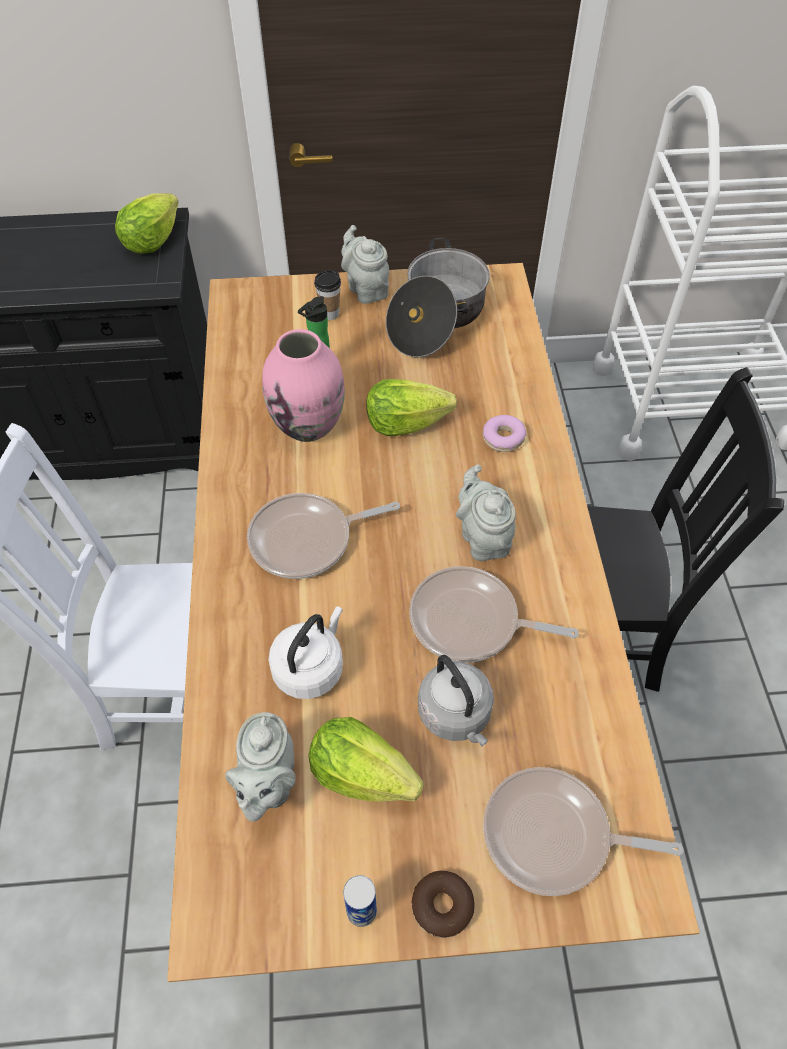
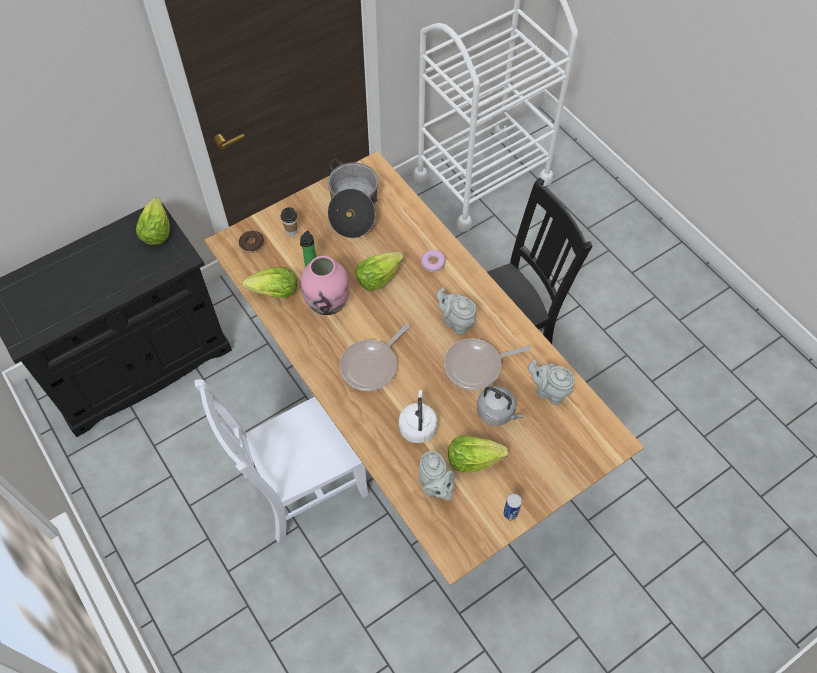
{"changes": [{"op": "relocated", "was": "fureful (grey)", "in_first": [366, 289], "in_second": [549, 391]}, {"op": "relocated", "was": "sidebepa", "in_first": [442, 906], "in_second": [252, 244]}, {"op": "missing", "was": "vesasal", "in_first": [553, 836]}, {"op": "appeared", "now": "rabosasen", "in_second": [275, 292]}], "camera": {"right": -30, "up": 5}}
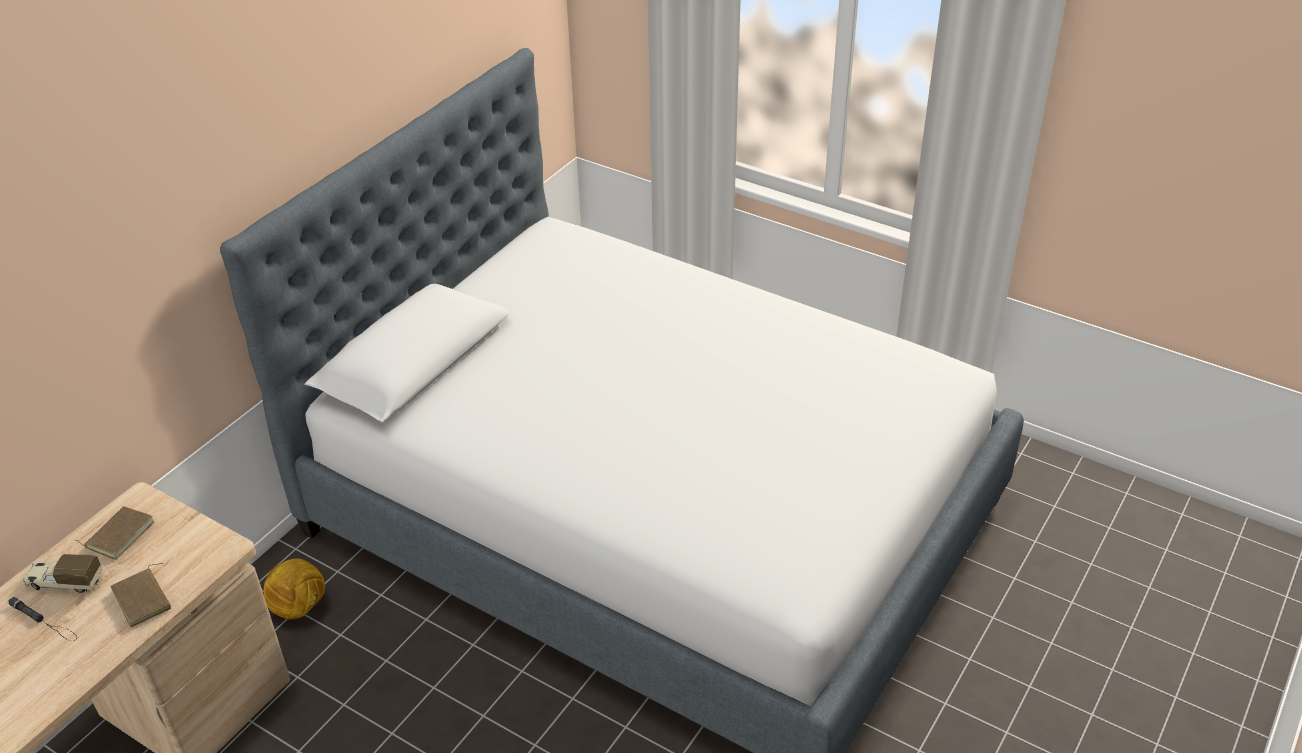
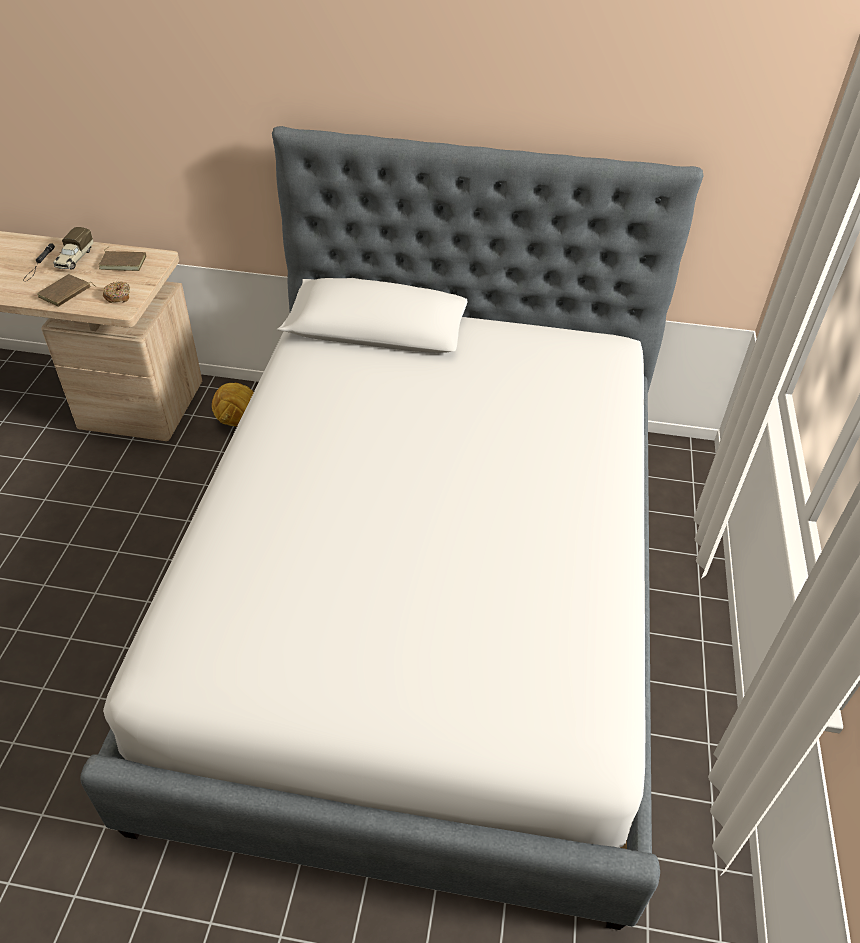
{"changes": [{"op": "spun", "was": "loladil", "in_first": [65, 582], "in_second": [74, 259], "clockwise": -150}, {"op": "appeared", "now": "sidebepa", "in_second": [118, 296]}], "camera": {"right": 65, "up": 5}}
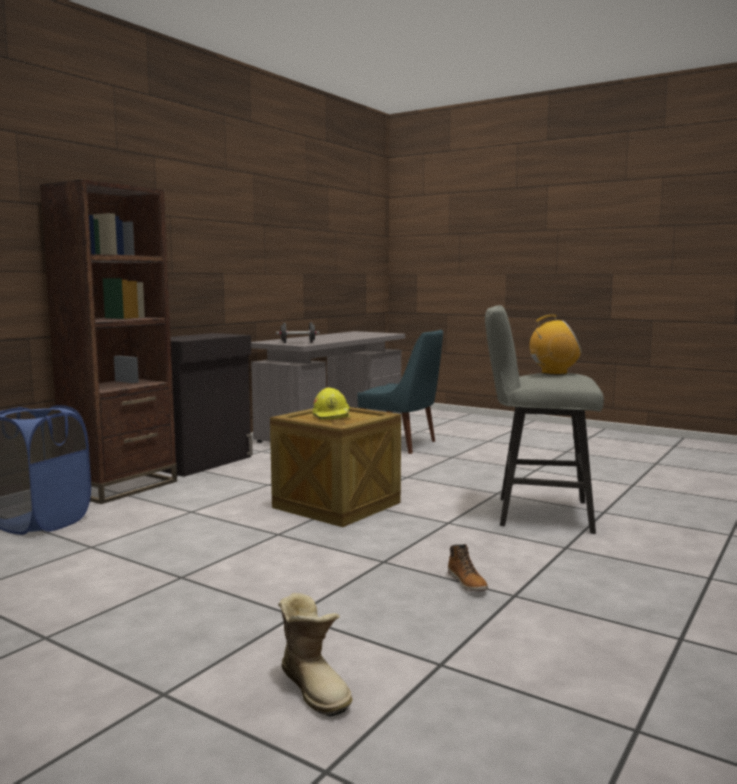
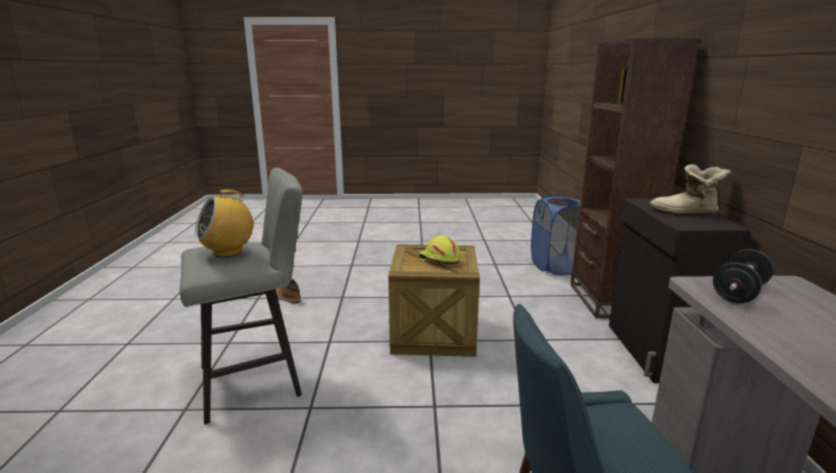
{"changes": [{"op": "relocated", "was": "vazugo", "in_first": [316, 687], "in_second": [685, 213]}], "camera": {"right": 145, "up": 10}}
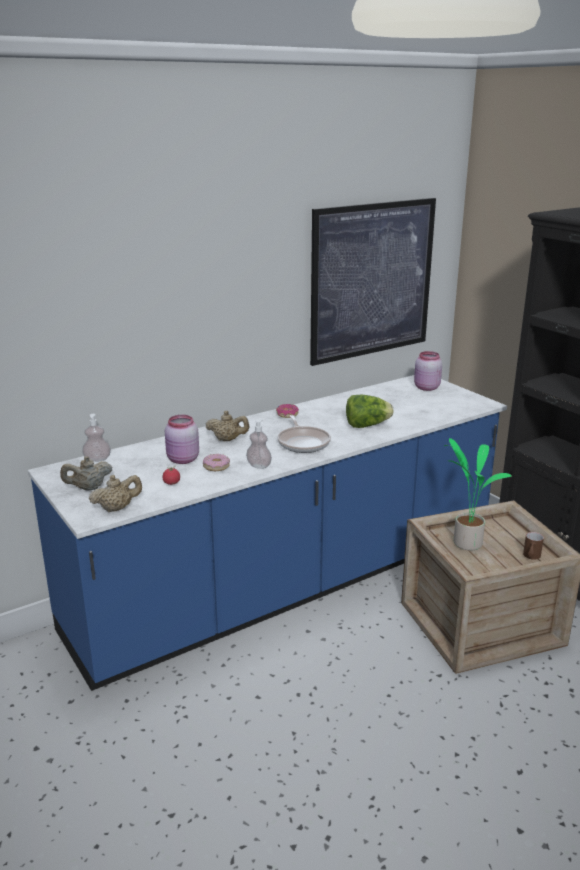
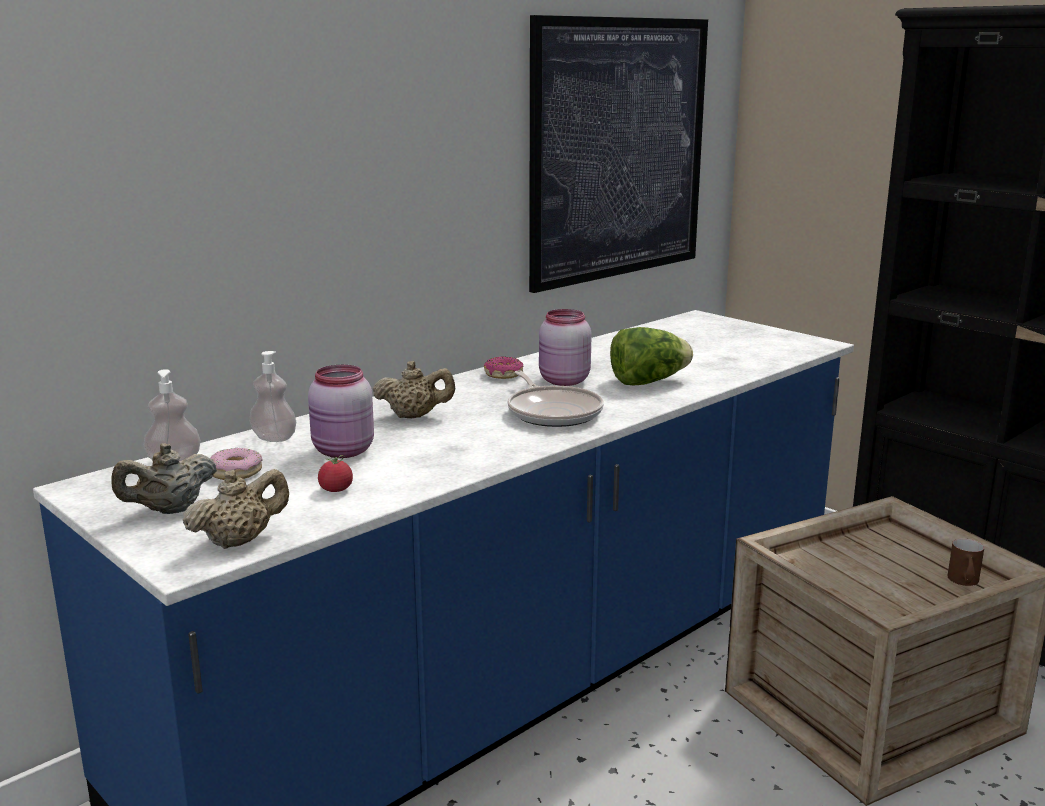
{"changes": [{"op": "relocated", "was": "sidebepa", "in_first": [216, 466], "in_second": [235, 472]}, {"op": "relocated", "was": "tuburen", "in_first": [259, 466], "in_second": [274, 438]}, {"op": "relocated", "was": "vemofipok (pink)", "in_first": [426, 388], "in_second": [563, 381]}, {"op": "missing", "was": "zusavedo", "in_first": [466, 542]}], "camera": {"right": -10, "up": -5}}
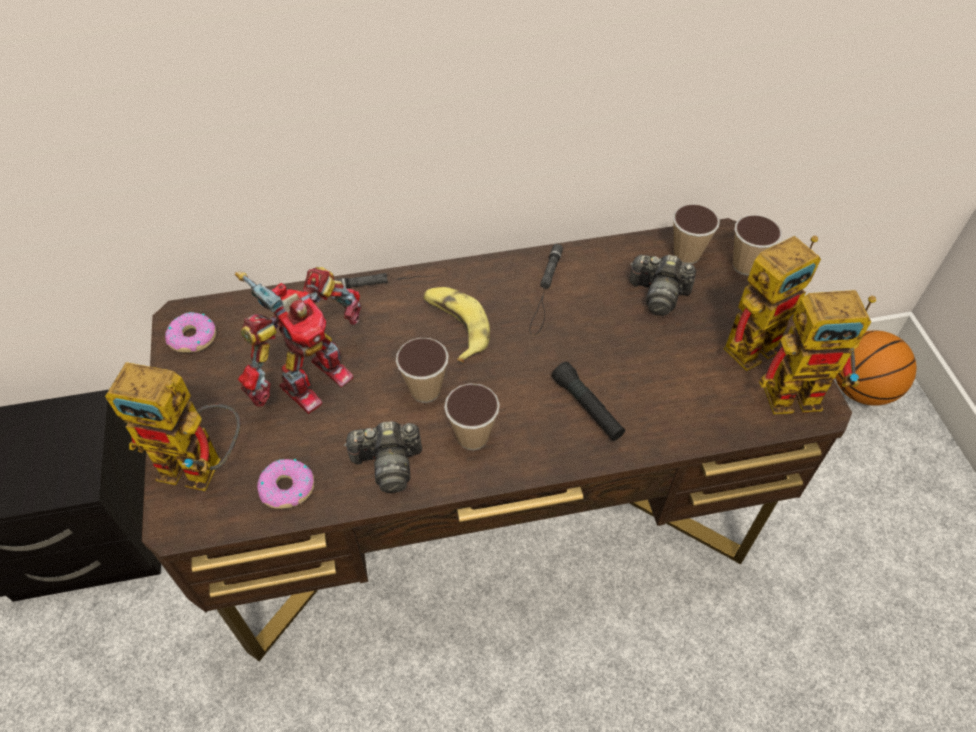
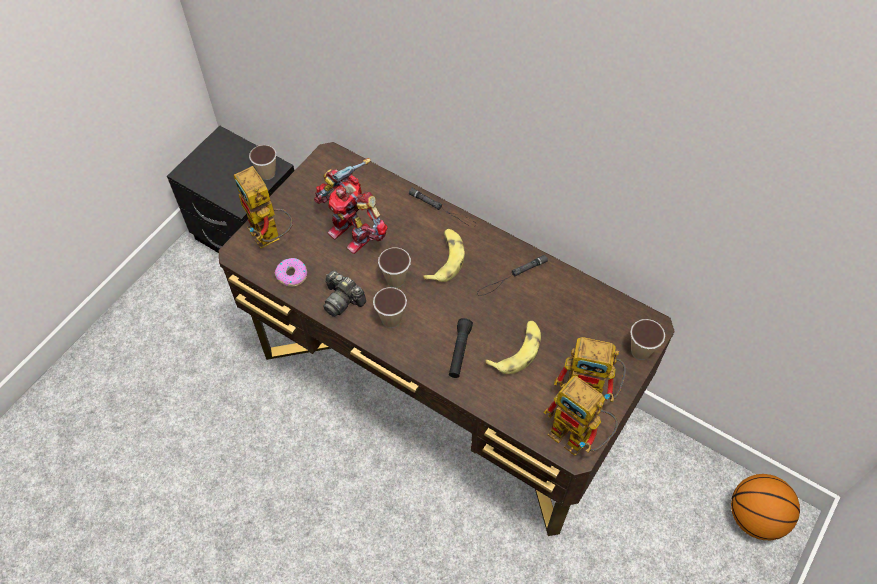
{"changes": [{"op": "missing", "was": "sidebepa", "in_first": [193, 338]}, {"op": "spun", "was": "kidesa", "in_first": [312, 379], "in_second": [353, 233], "clockwise": 45}, {"op": "missing", "was": "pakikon", "in_first": [659, 294]}, {"op": "relocated", "was": "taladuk", "in_first": [686, 255], "in_second": [267, 173]}, {"op": "appeared", "now": "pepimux", "in_second": [517, 350]}], "camera": {"right": 45, "up": 5}}
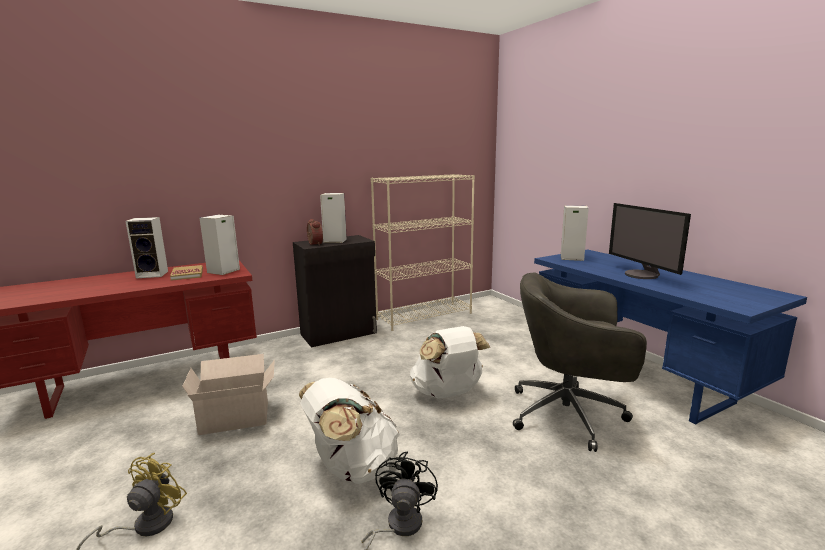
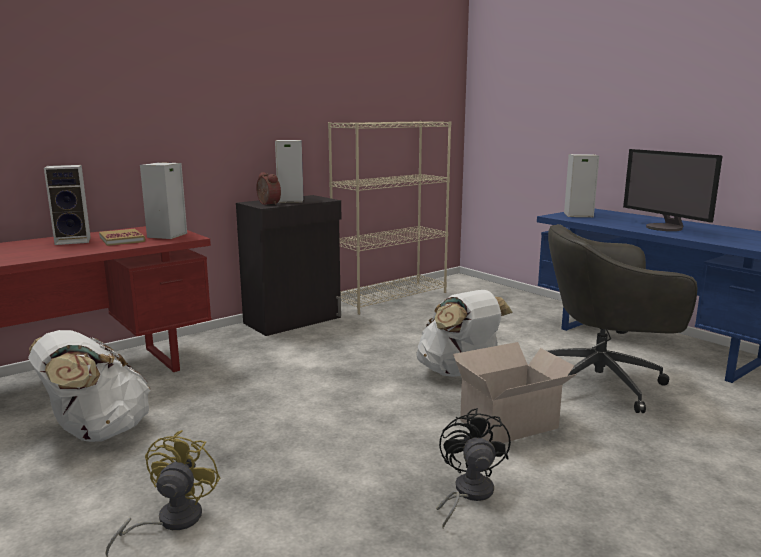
{"changes": [{"op": "relocated", "was": "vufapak", "in_first": [237, 418], "in_second": [511, 424]}, {"op": "relocated", "was": "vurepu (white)", "in_first": [352, 468], "in_second": [97, 432]}], "camera": {"right": -10, "up": 0}}
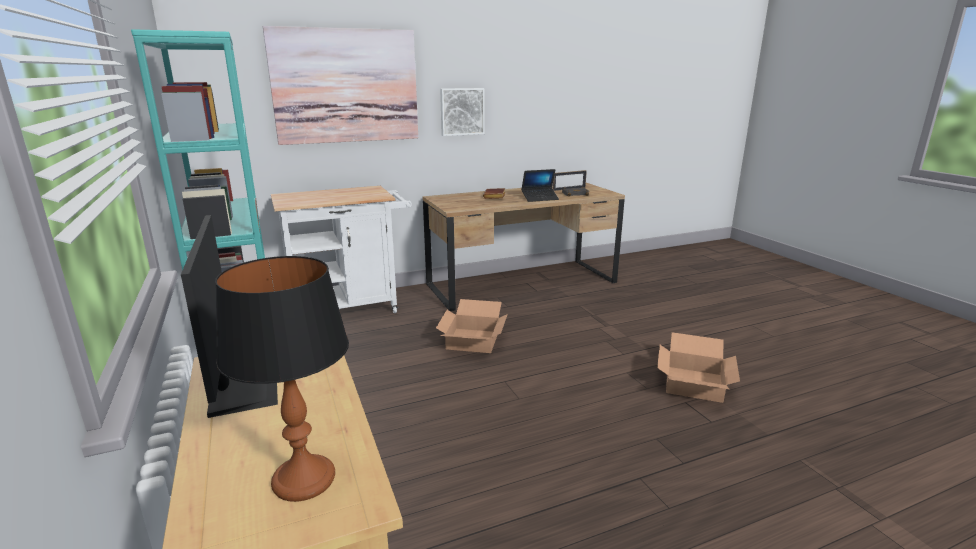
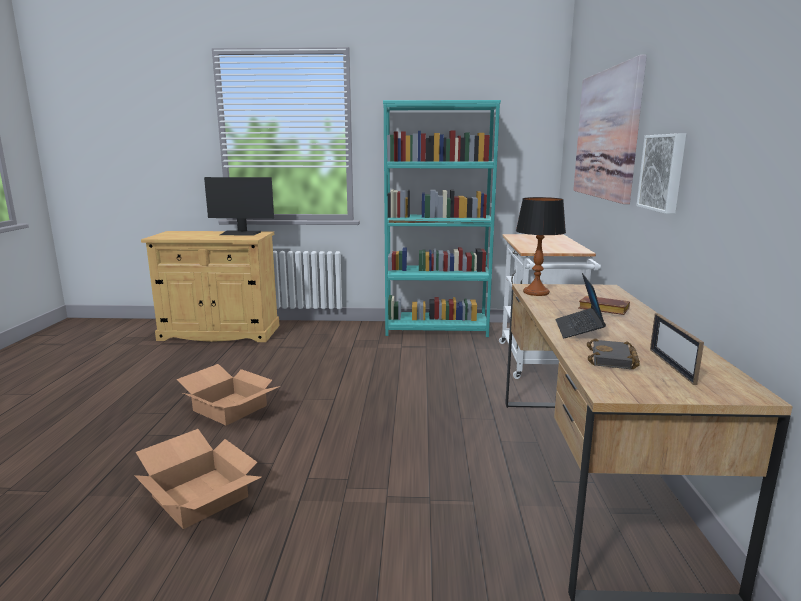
{"changes": [{"op": "relocated", "was": "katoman", "in_first": [303, 480], "in_second": [535, 292]}, {"op": "relocated", "was": "vufapak", "in_first": [473, 340], "in_second": [228, 408]}], "camera": {"right": 115, "up": -5}}
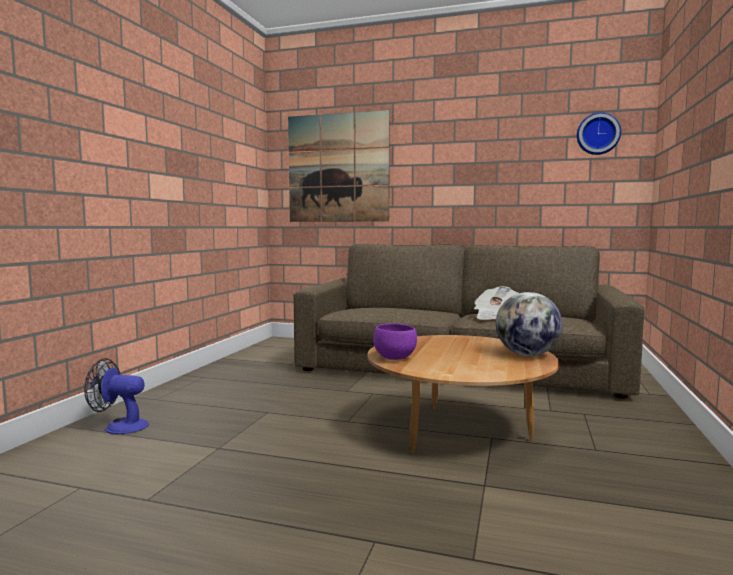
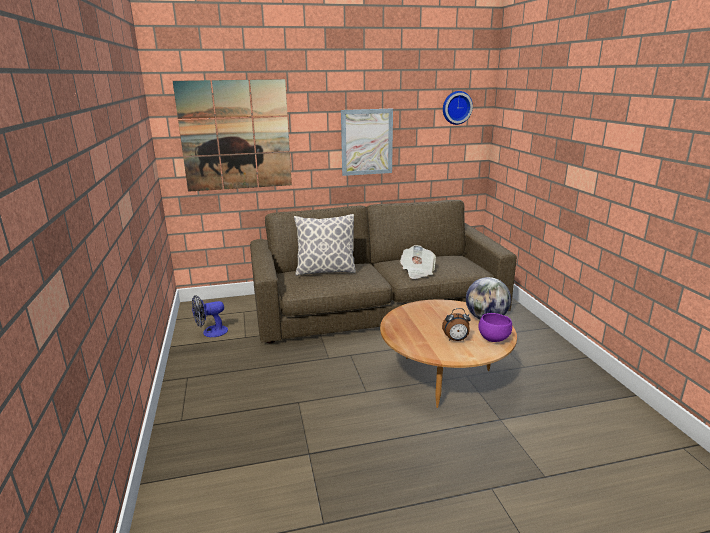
{"changes": [{"op": "relocated", "was": "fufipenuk", "in_first": [119, 426], "in_second": [210, 332]}, {"op": "relocated", "was": "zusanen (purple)", "in_first": [395, 358], "in_second": [493, 339]}, {"op": "appeared", "now": "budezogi", "in_second": [325, 271]}, {"op": "appeared", "now": "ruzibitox", "in_second": [367, 142]}, {"op": "appeared", "now": "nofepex", "in_second": [456, 340]}], "camera": {"right": -30, "up": 15}}
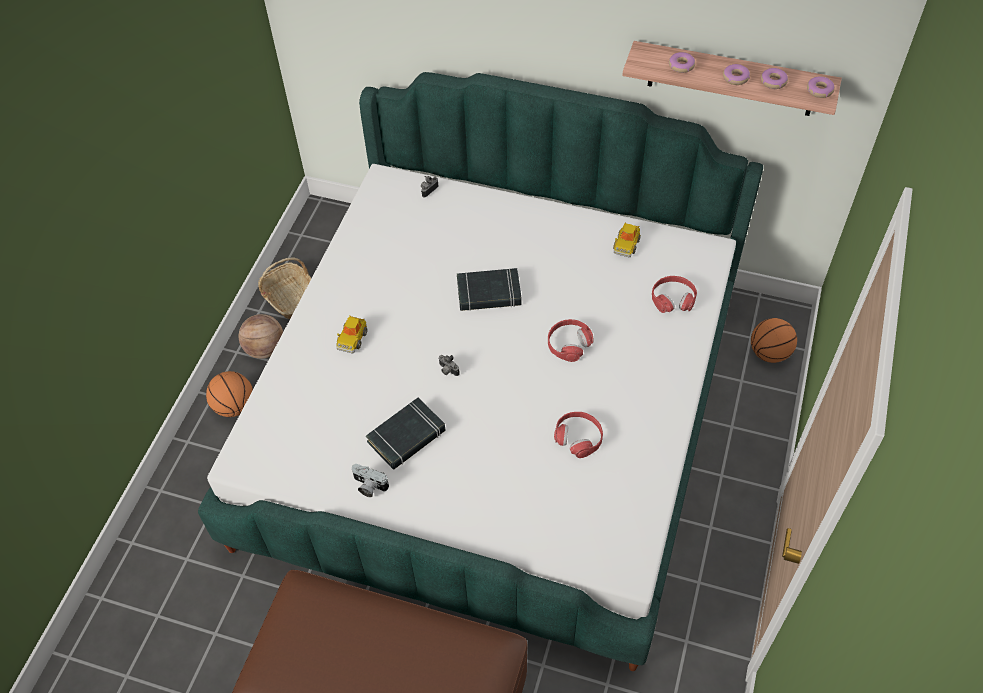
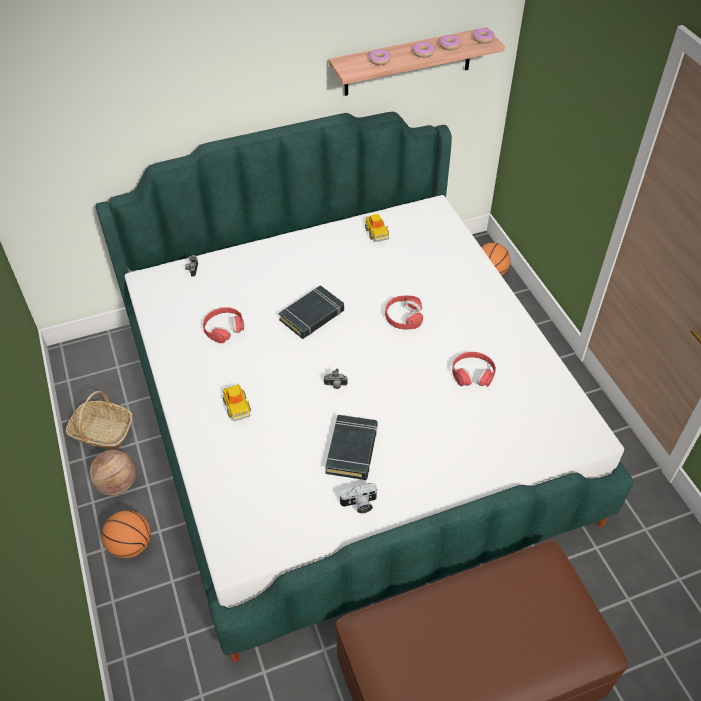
{"changes": [{"op": "relocated", "was": "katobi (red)", "in_first": [673, 299], "in_second": [224, 328]}], "camera": {"right": -40, "up": -5}}
